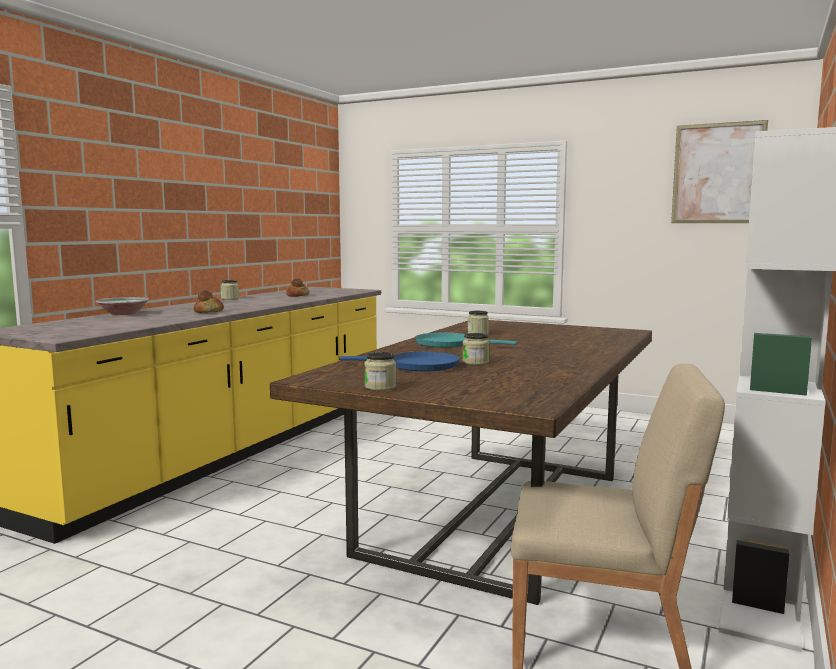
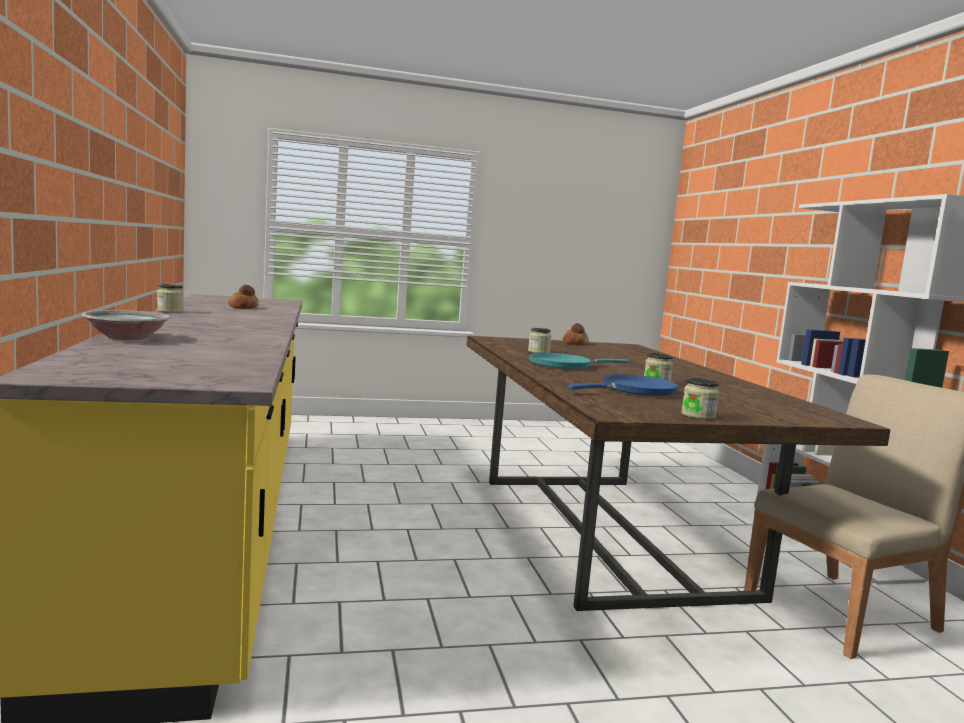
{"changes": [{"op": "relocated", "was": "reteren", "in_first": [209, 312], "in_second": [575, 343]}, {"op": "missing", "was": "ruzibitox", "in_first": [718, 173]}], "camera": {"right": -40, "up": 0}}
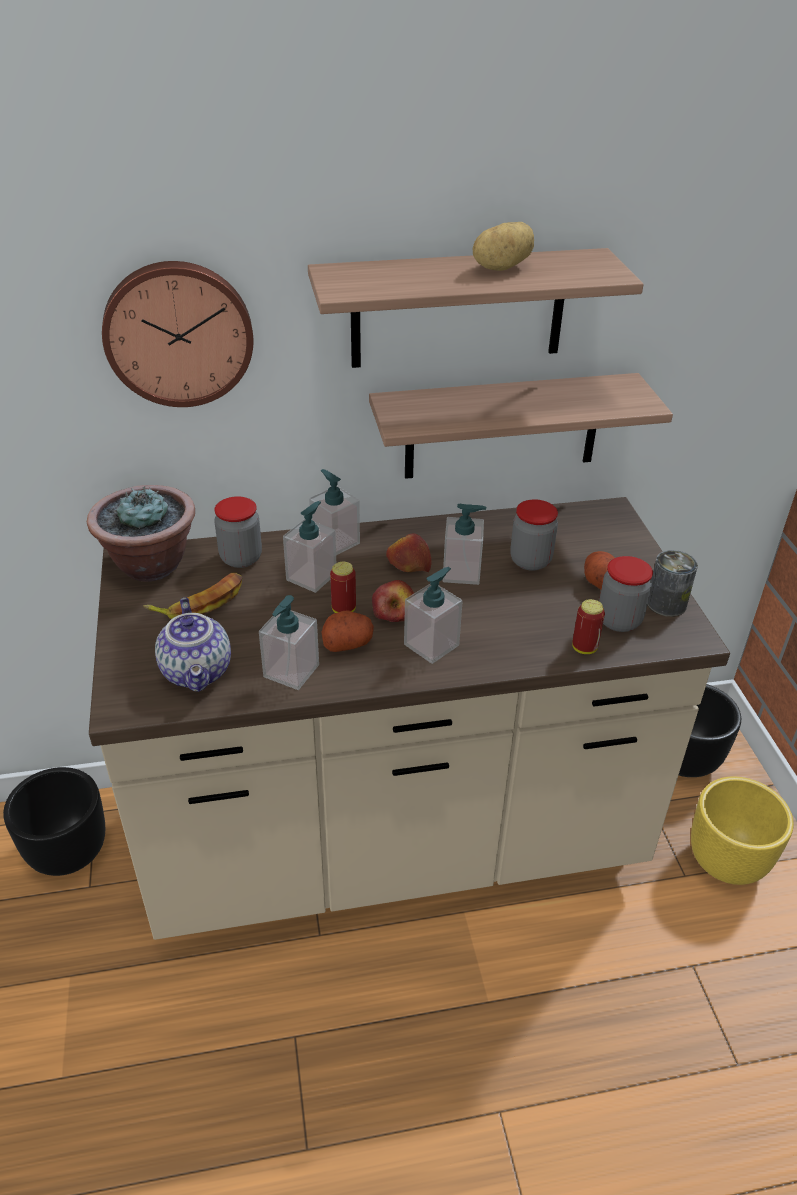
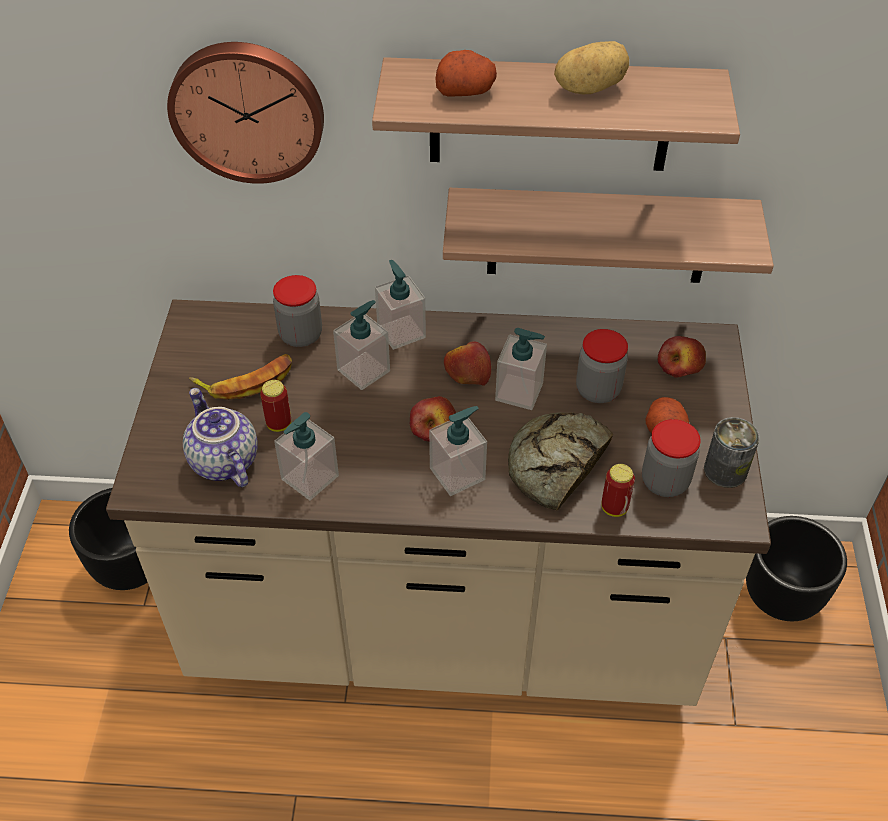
{"changes": [{"op": "missing", "was": "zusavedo", "in_first": [150, 564]}, {"op": "spun", "was": "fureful", "in_first": [198, 672], "in_second": [222, 461], "clockwise": 150}, {"op": "relocated", "was": "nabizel", "in_first": [348, 643], "in_second": [466, 90]}, {"op": "relocated", "was": "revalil", "in_first": [343, 609], "in_second": [279, 424]}, {"op": "missing", "was": "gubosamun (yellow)", "in_first": [727, 862]}, {"op": "appeared", "now": "reteren", "in_second": [556, 464]}, {"op": "appeared", "now": "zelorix", "in_second": [680, 365]}], "camera": {"right": 15, "up": 10}}
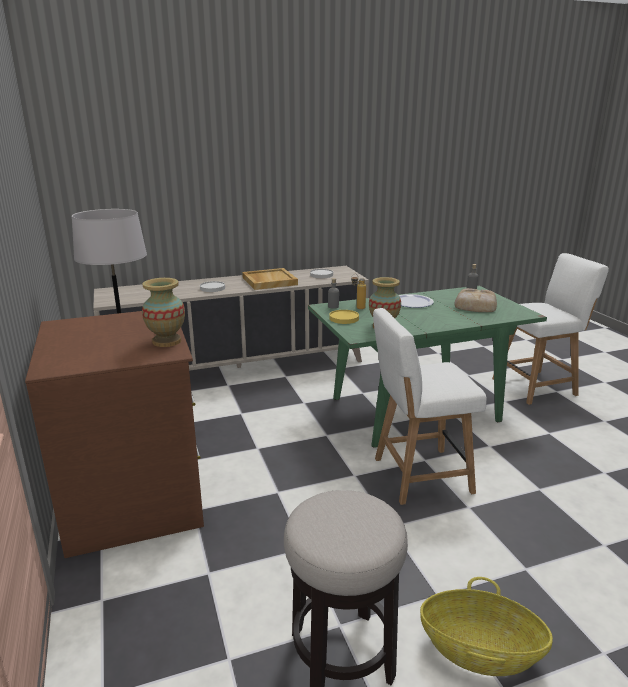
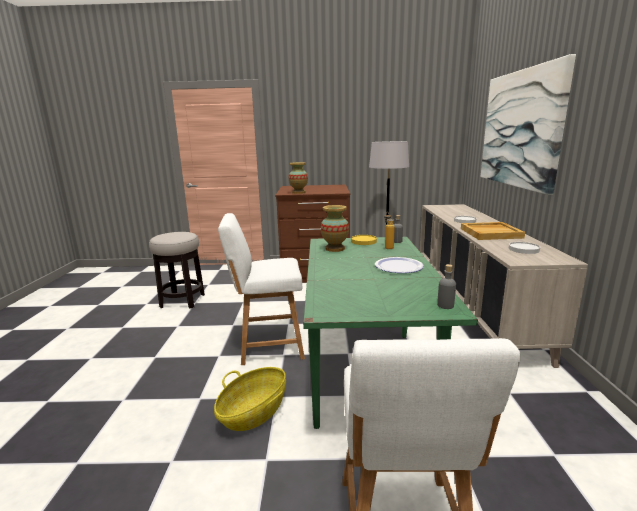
{"changes": [{"op": "spun", "was": "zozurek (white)", "in_first": [417, 476], "in_second": [268, 346], "clockwise": -105}, {"op": "relocated", "was": "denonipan", "in_first": [480, 650], "in_second": [254, 412]}, {"op": "missing", "was": "reteren", "in_first": [475, 305]}, {"op": "appeared", "now": "ruzibitox", "in_second": [519, 129]}], "camera": {"right": 110, "up": -5}}
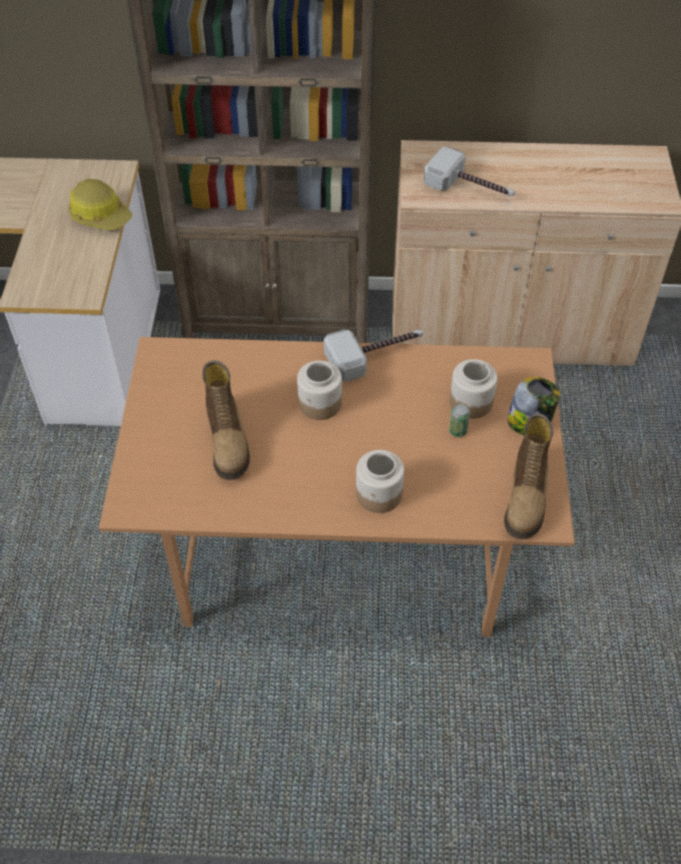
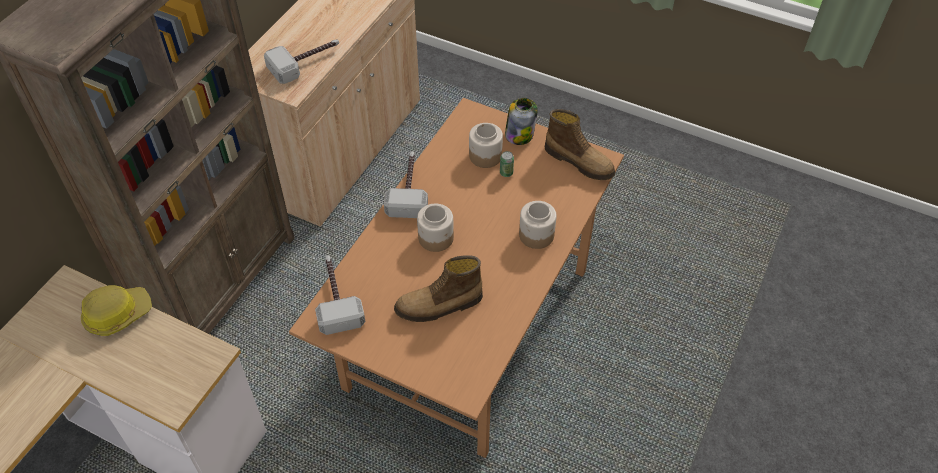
{"changes": [{"op": "spun", "was": "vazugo", "in_first": [228, 441], "in_second": [439, 306], "clockwise": 150}, {"op": "appeared", "now": "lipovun", "in_second": [336, 297]}], "camera": {"right": -65, "up": 0}}
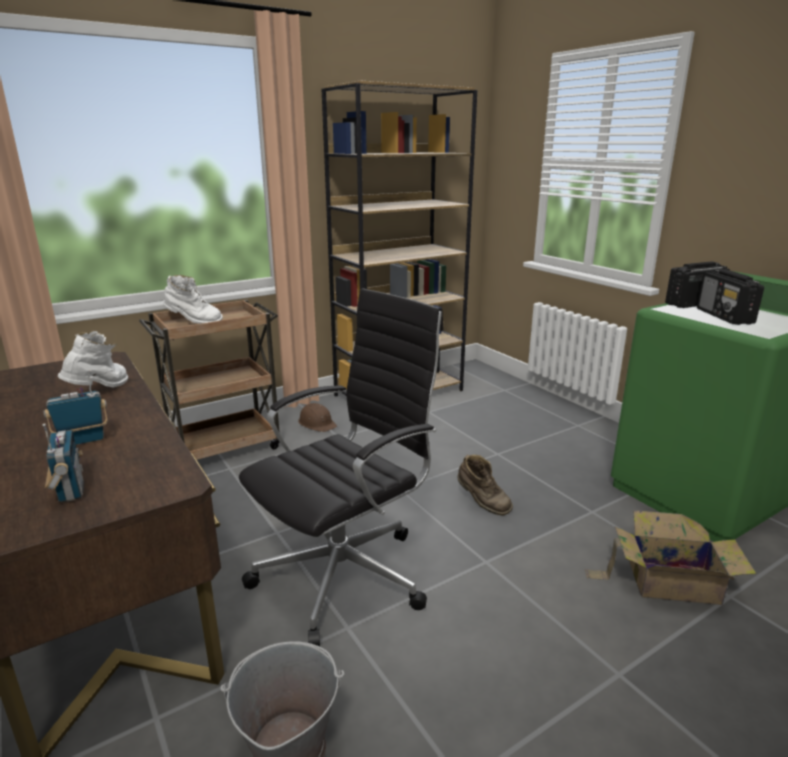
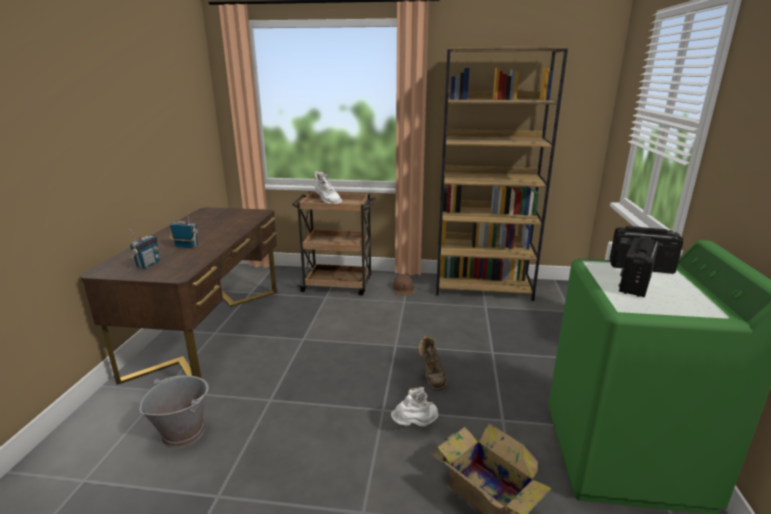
{"changes": [{"op": "relocated", "was": "vazugo (white)", "in_first": [100, 391], "in_second": [416, 424]}, {"op": "missing", "was": "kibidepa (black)", "in_first": [346, 573]}], "camera": {"right": 40, "up": 0}}
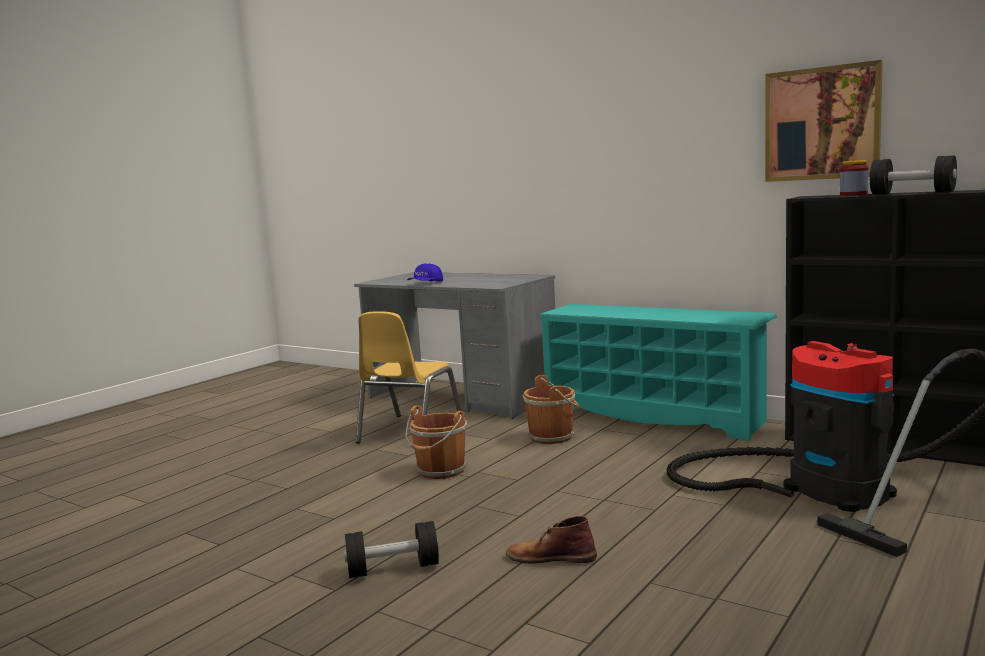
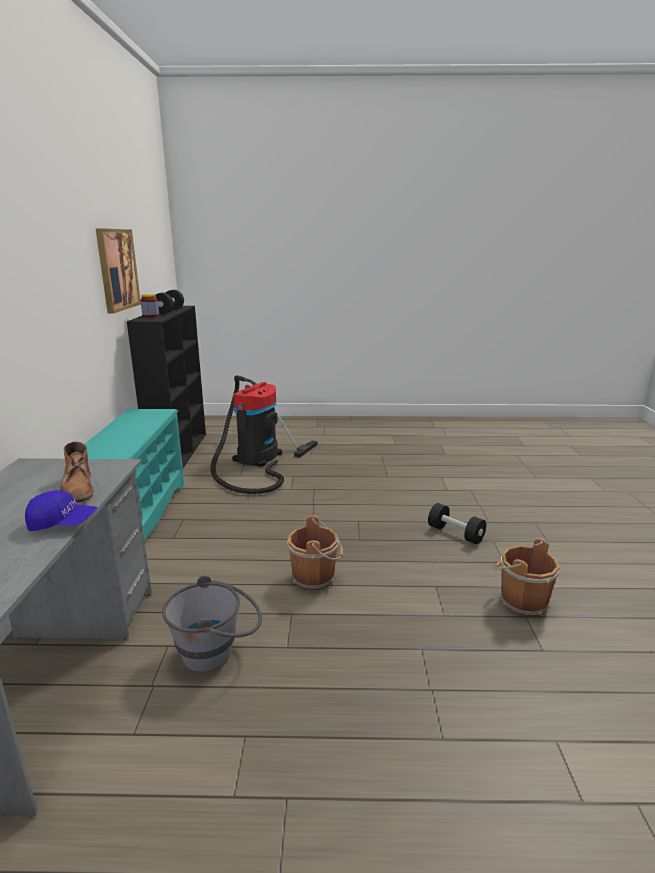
{"changes": [{"op": "exchanged", "was": "zozurek (yellow)", "now": "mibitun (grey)", "in_first": [409, 431], "in_second": [217, 652]}, {"op": "relocated", "was": "vazugo (brown)", "in_first": [550, 557], "in_second": [78, 488]}, {"op": "relocated", "was": "mibitun (brown)", "in_first": [553, 437], "in_second": [520, 601]}], "camera": {"right": -125, "up": 10}}
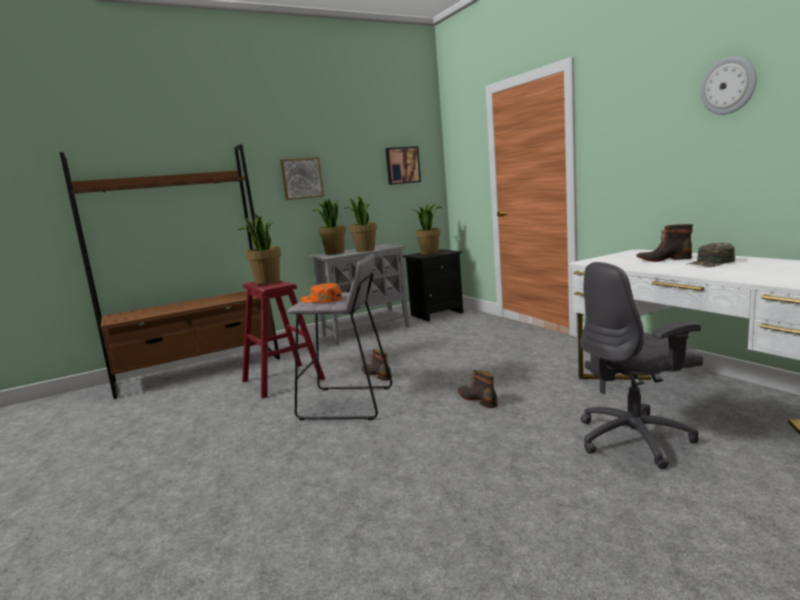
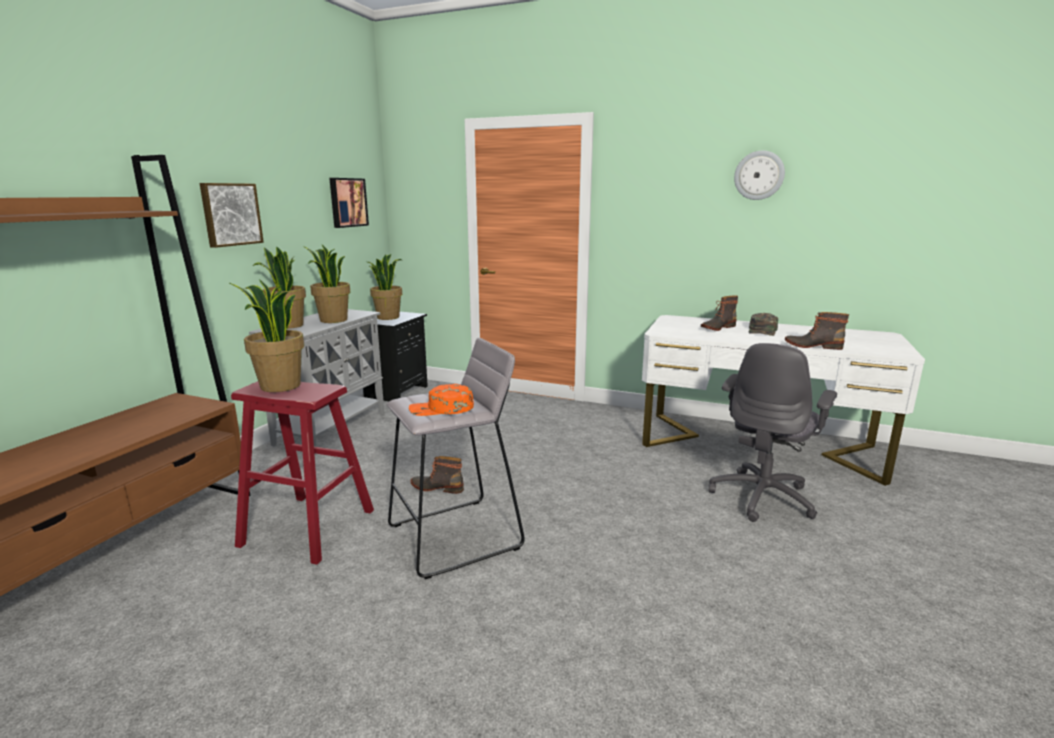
{"changes": [{"op": "relocated", "was": "vazugo", "in_first": [478, 399], "in_second": [812, 346]}], "camera": {"right": -40, "up": 5}}
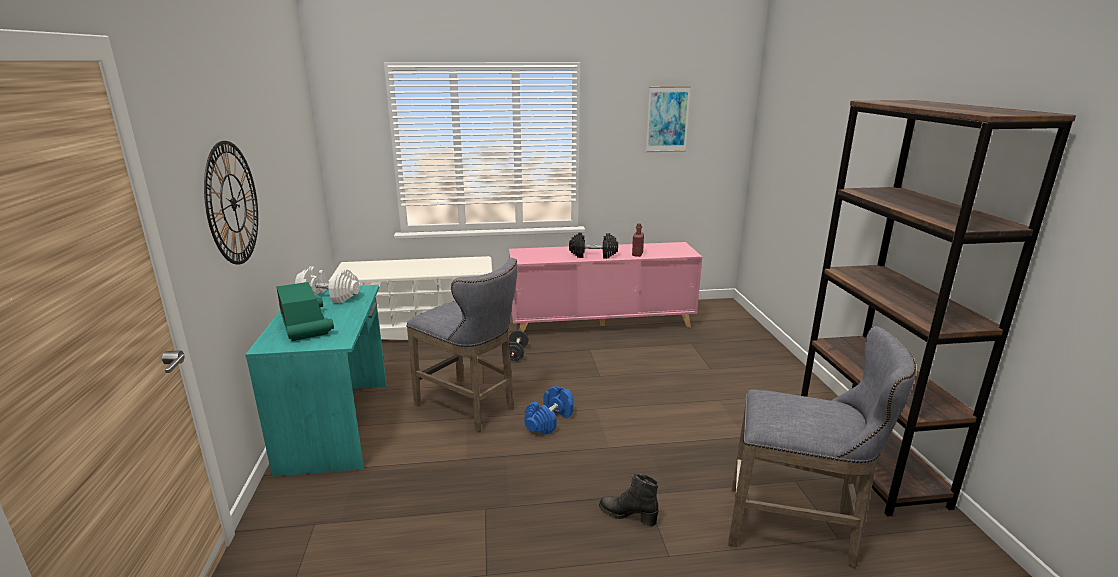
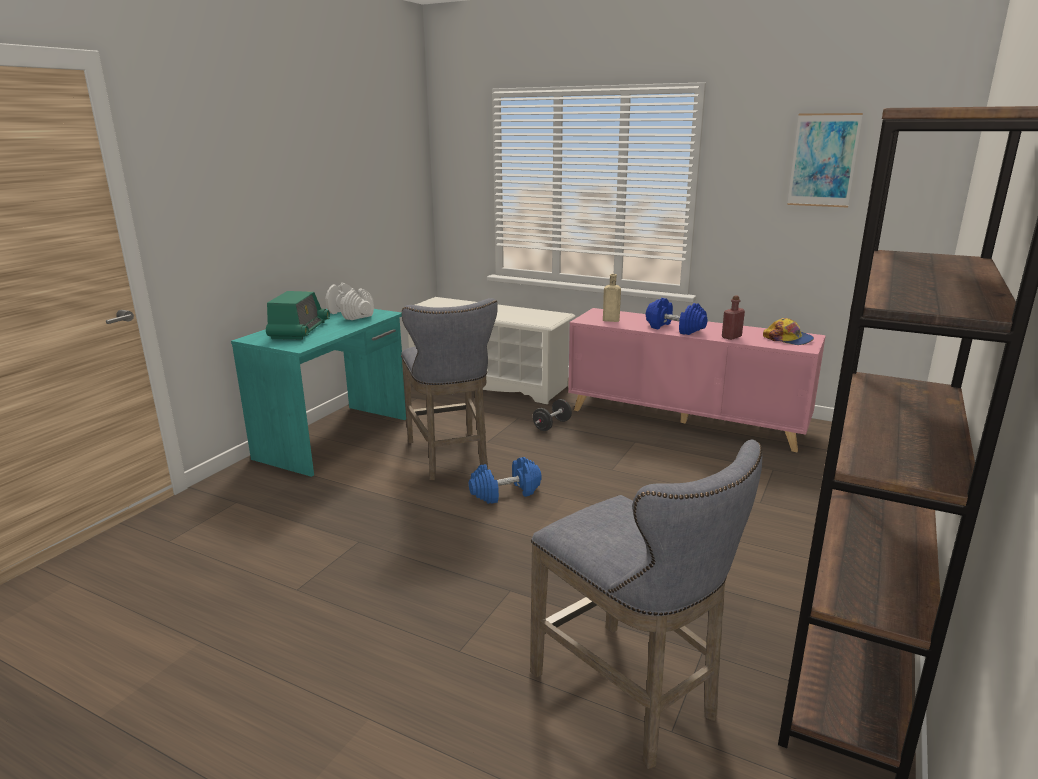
{"changes": [{"op": "missing", "was": "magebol", "in_first": [233, 203]}, {"op": "colour", "was": "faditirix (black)", "now": "faditirix (blue)", "in_first": [593, 255], "in_second": [674, 329]}, {"op": "missing", "was": "vazugo (black)", "in_first": [628, 515]}, {"op": "appeared", "now": "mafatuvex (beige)", "in_second": [609, 320]}, {"op": "appeared", "now": "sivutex", "in_second": [788, 339]}], "camera": {"right": 35, "up": 0}}
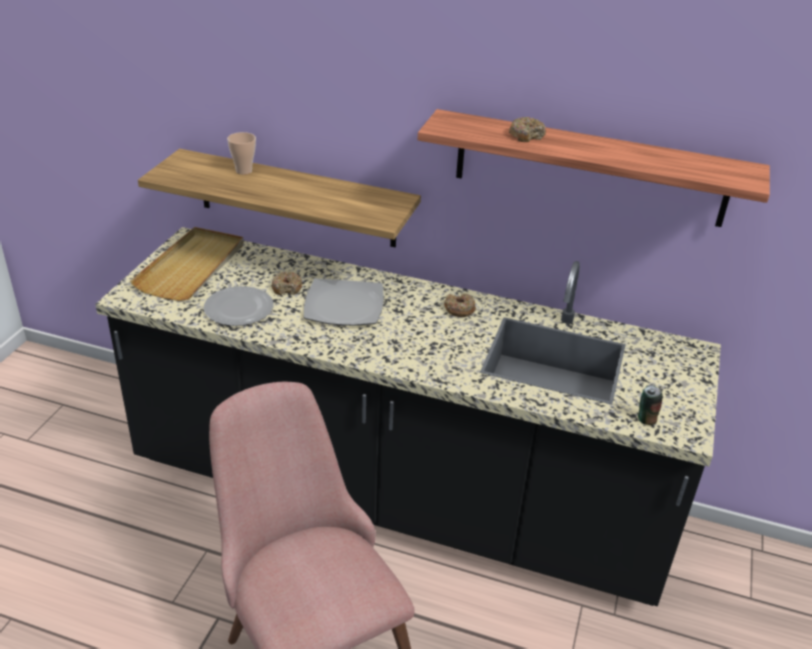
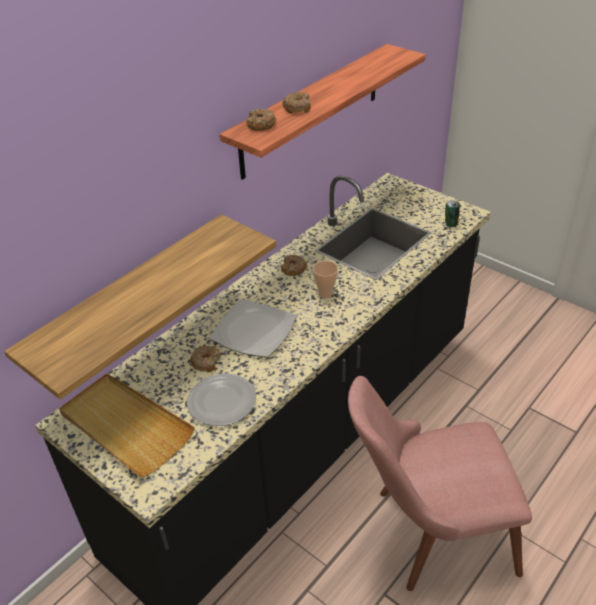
{"changes": [{"op": "relocated", "was": "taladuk", "in_first": [244, 171], "in_second": [325, 293]}, {"op": "appeared", "now": "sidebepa", "in_second": [261, 124]}], "camera": {"right": -65, "up": 5}}
